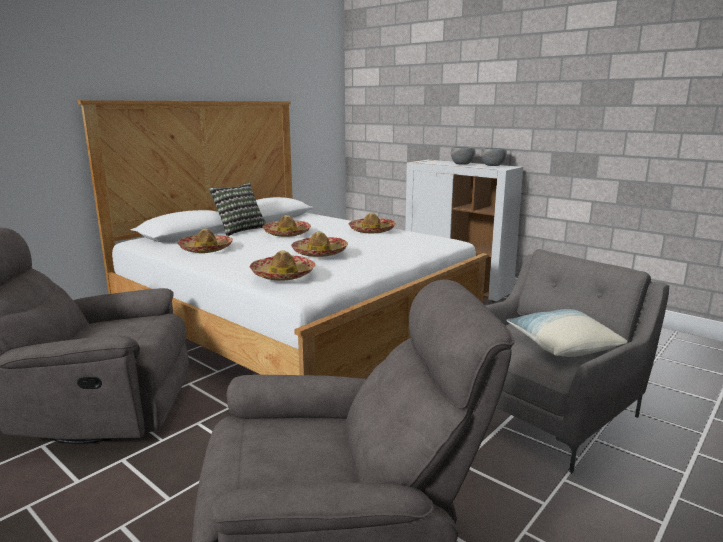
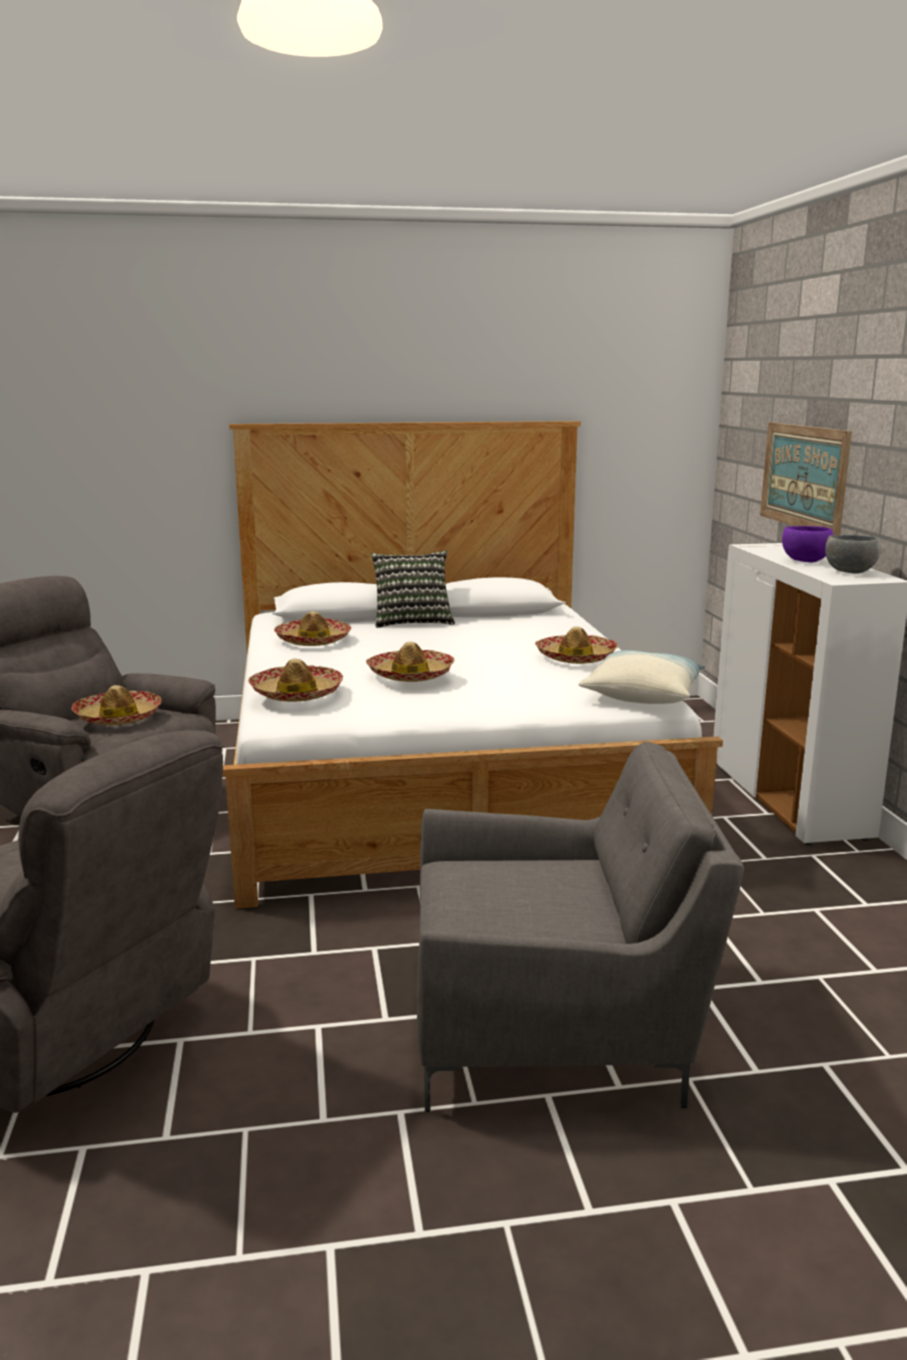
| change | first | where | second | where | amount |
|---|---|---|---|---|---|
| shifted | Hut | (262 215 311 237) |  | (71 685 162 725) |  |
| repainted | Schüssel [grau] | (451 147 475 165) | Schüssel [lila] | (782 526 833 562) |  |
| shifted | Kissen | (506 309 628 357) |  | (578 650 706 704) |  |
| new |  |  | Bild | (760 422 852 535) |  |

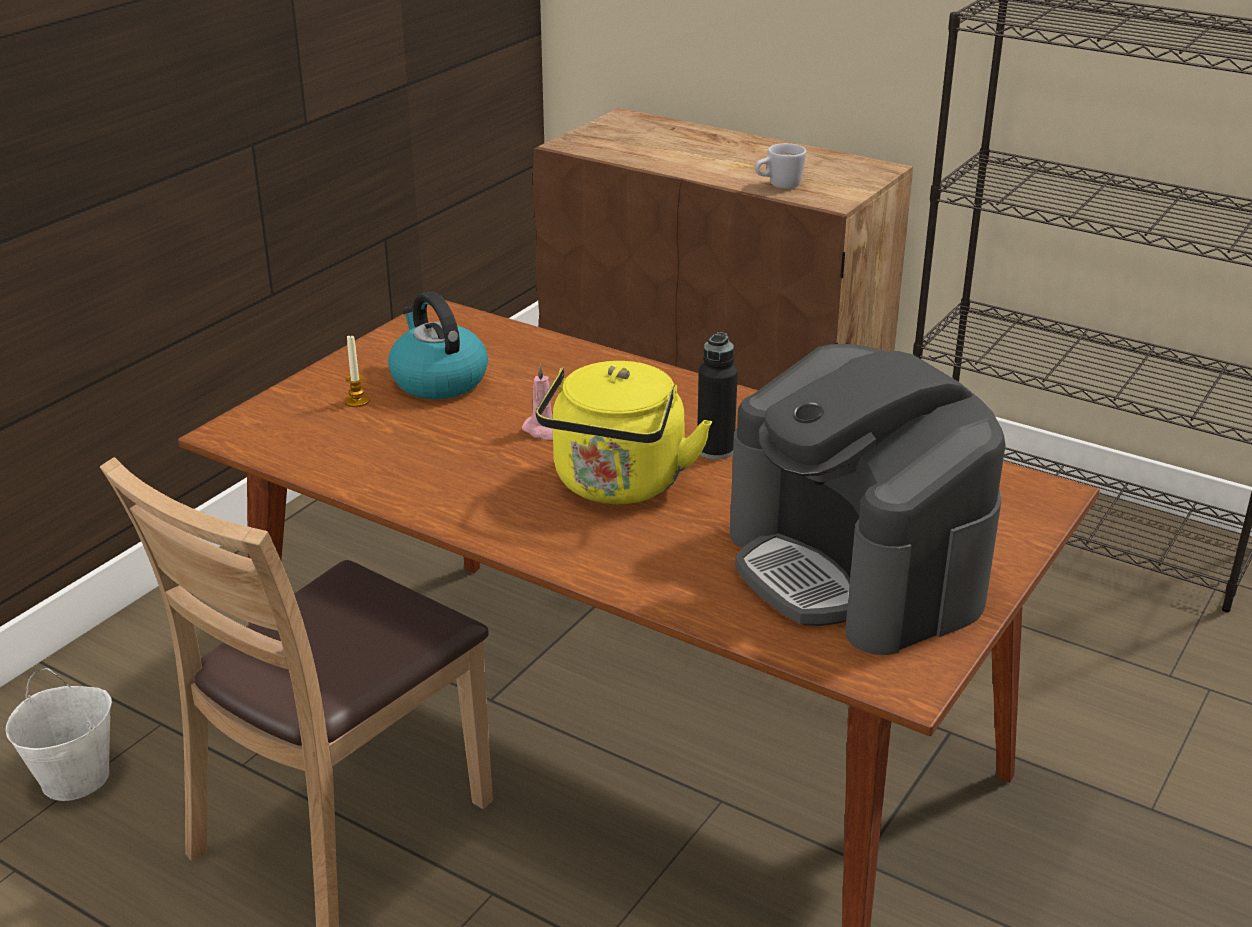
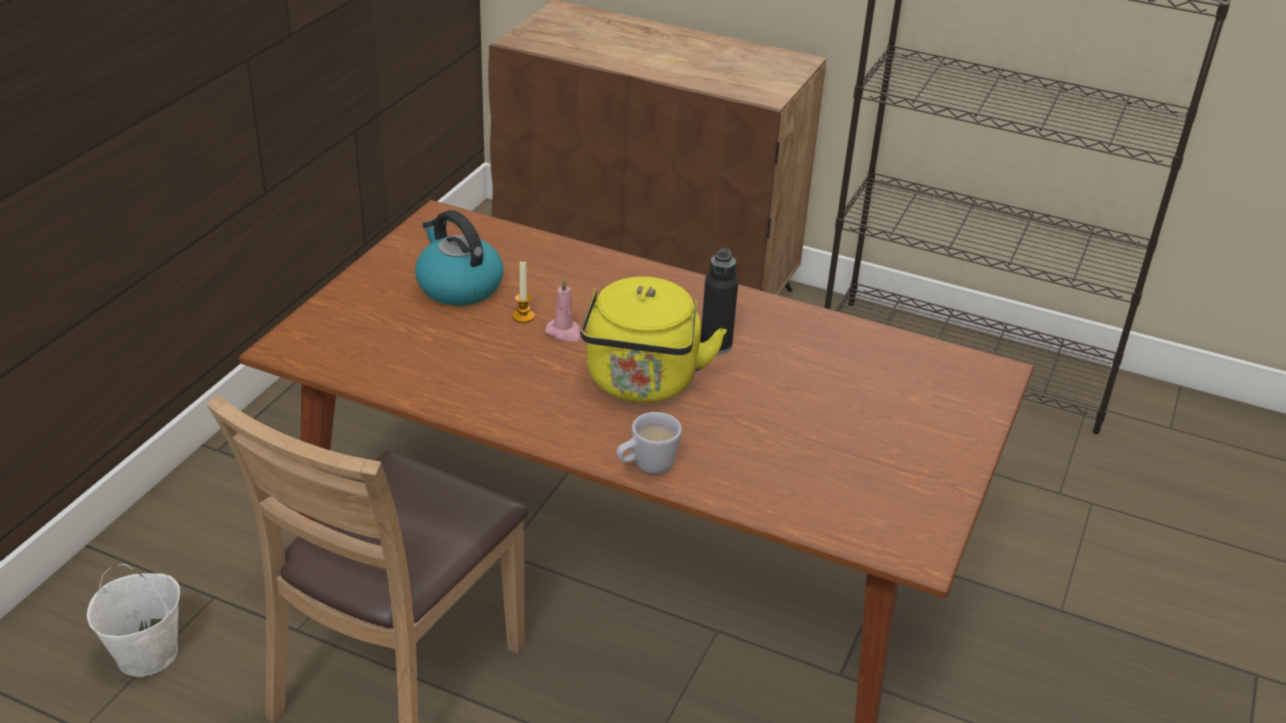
| change | first | where | second | where | amount |
|---|---|---|---|---|---|
| shifted | Kerze | (344 334 370 407) |  | (512 261 535 323) |  |
| gone | Kaffeemaschine | (730 344 1006 655) |  |  |  |
| shifted | Henkelbecher [weiß] | (755 143 806 189) |  | (616 412 682 474) |  |

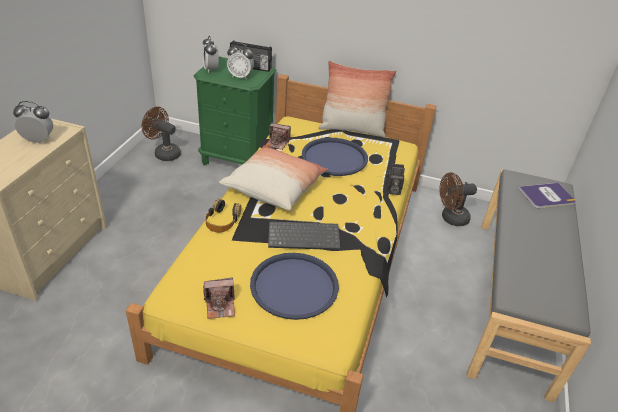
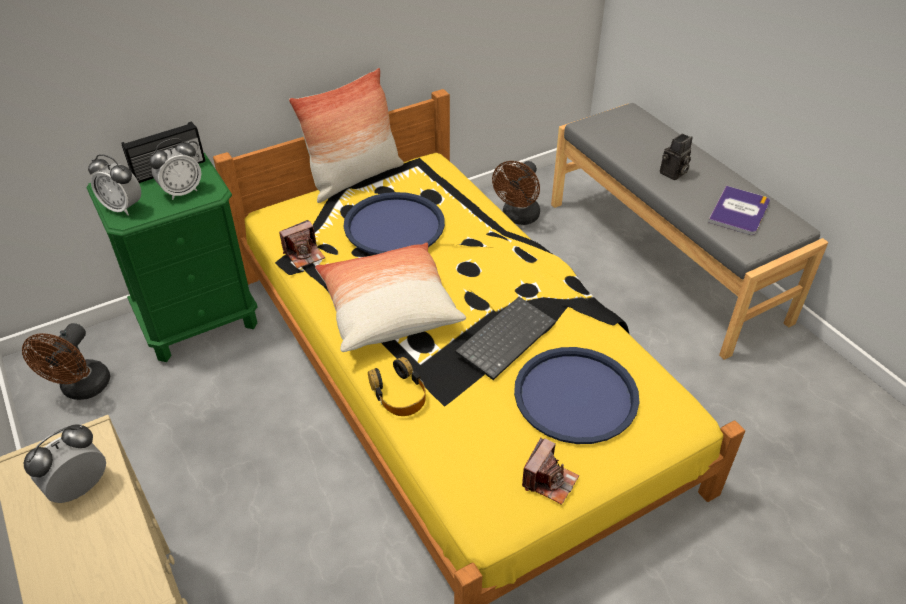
| change | first | where | second | where | amount |
|---|---|---|---|---|---|
| rotated | Ventilator [braun] | (142 107 181 161) |  | (22 323 110 400) | 60 degrees counterclockwise |
| shifted | Kamera | (386 164 405 195) |  | (660 134 693 180) |  |
| shifted | Buch | (519 183 576 209) |  | (708 186 770 235) |  |

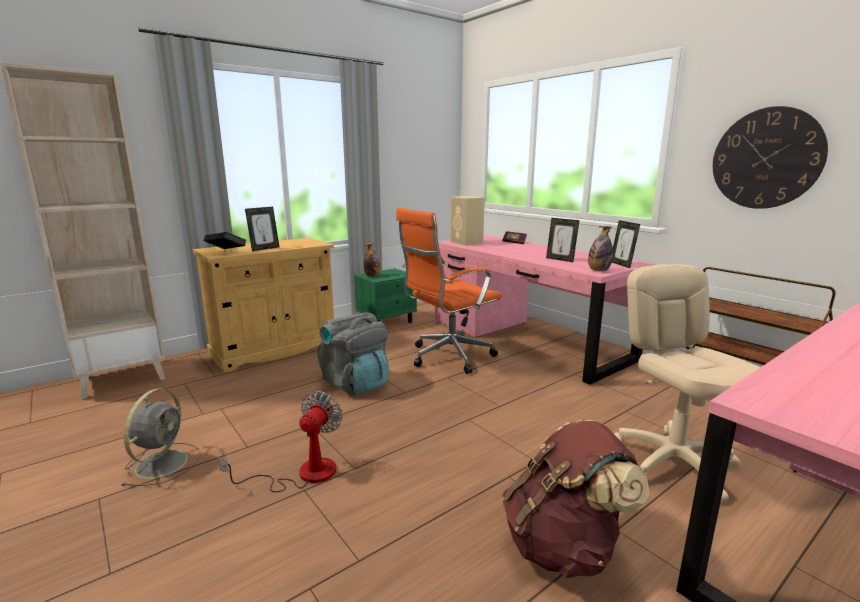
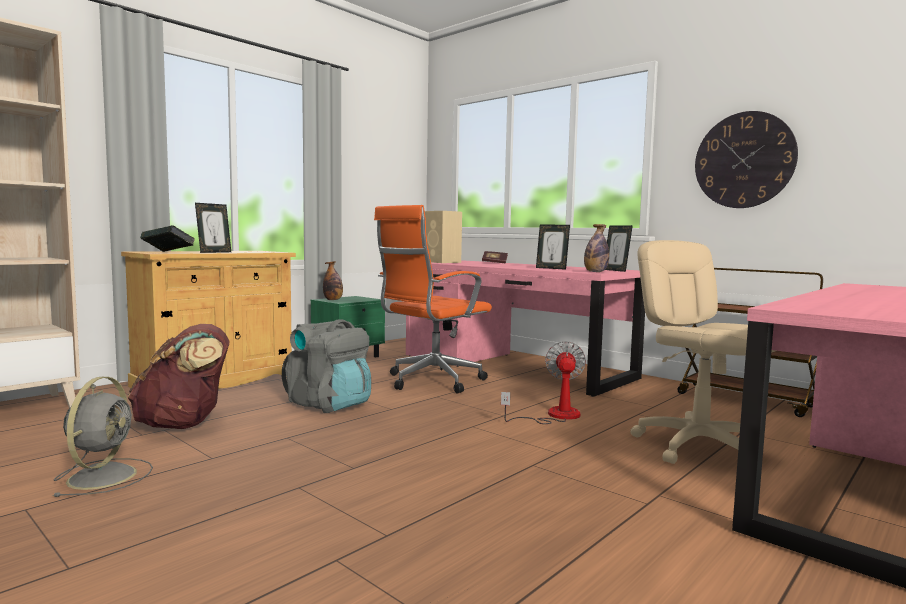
| change | first | where | second | where | amount |
|---|---|---|---|---|---|
| shifted | Ventilator | (218 391 343 492) |  | (501 341 586 424) |  |
| shifted | Rucksack [braun] | (502 420 650 578) |  | (128 324 230 429) |  |

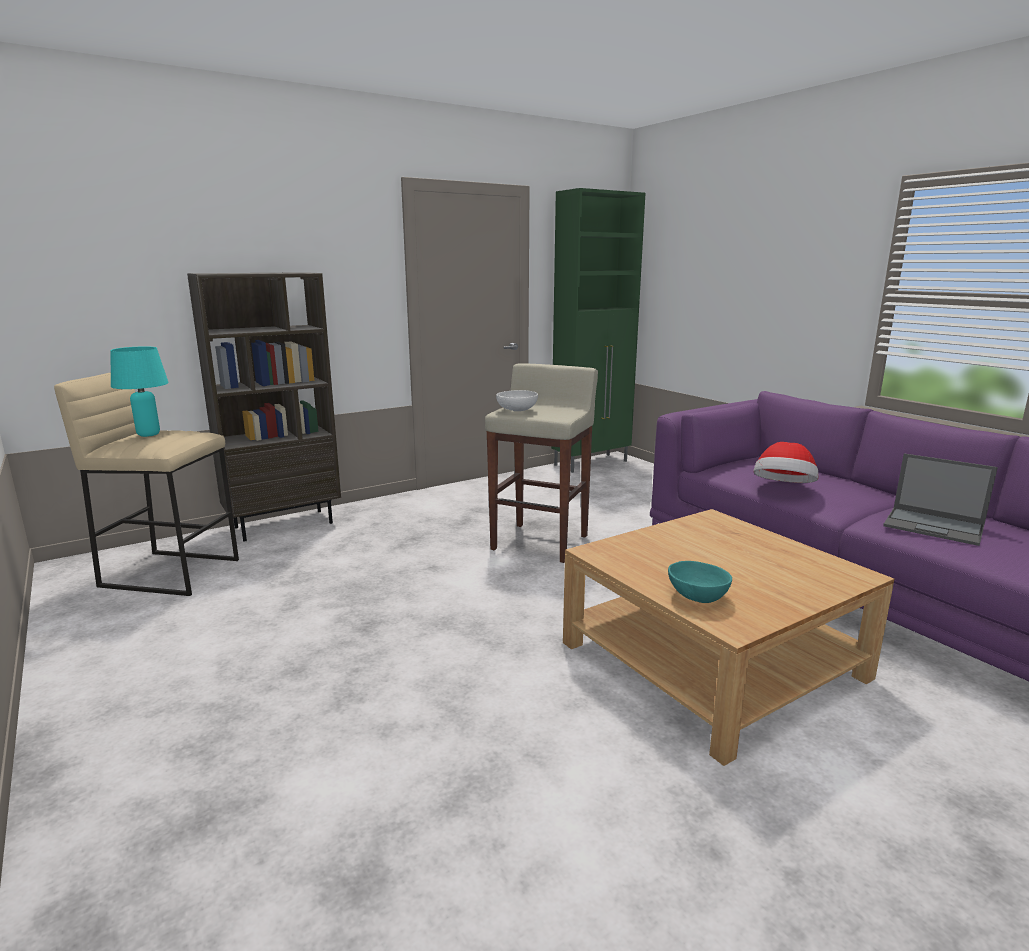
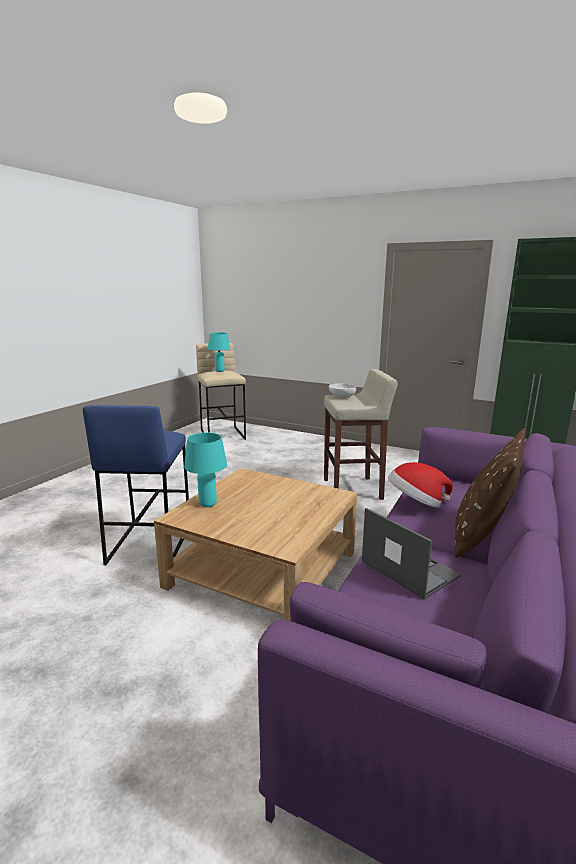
| change | first | where | second | where | amount |
|---|---|---|---|---|---|
| gone | Bücherregal [braun] | (187 272 341 542) |  |  |  |
| swapped | Schüssel [türkis] | (668 561 732 603) | Tischlampe [türkis] | (184 433 227 507) |  |
| rotated | Laptop | (883 453 998 546) |  | (362 508 461 600) | 135 degrees clockwise |
| new |  |  | Hocker [blau] | (83 405 189 565) |  |
| new |  |  | Kissen [braun] | (455 428 526 558) |  |

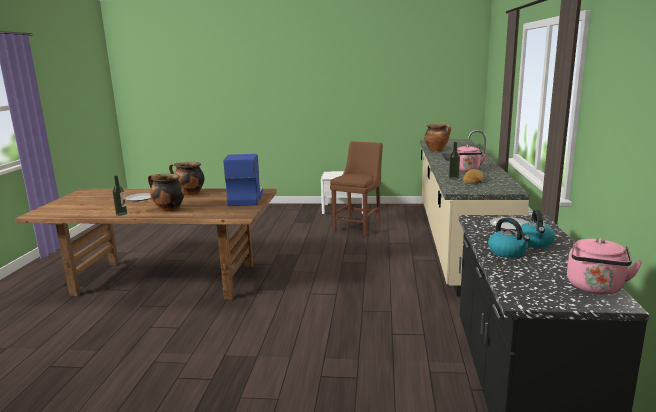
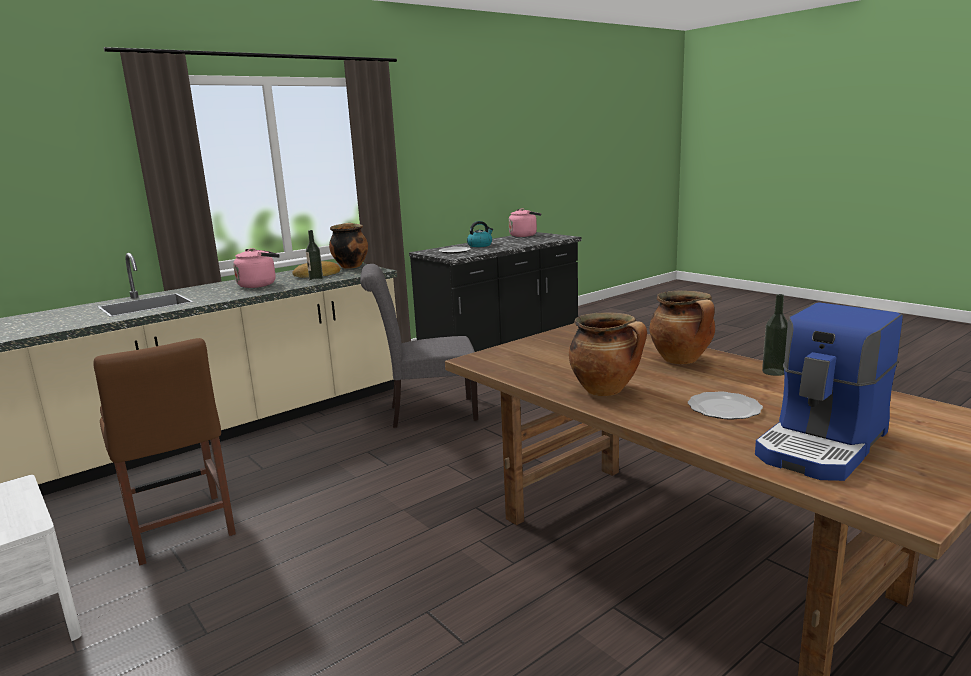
| change | first | where | second | where | amount |
|---|---|---|---|---|---|
| shifted | Kaffeemaschine | (223 154 263 206) |  | (755 302 903 481) |  |
| rotated | Stuhl [braun] | (330 141 383 236) |  | (93 338 236 566) | 105 degrees counterclockwise |
| shifted | Kochtopf | (424 124 451 151) |  | (329 223 368 269) |  |
| gone | Wasserkessel | (488 218 530 258) |  |  |  |
| new |  |  | Stuhl [grau] | (360 264 478 428) |  |

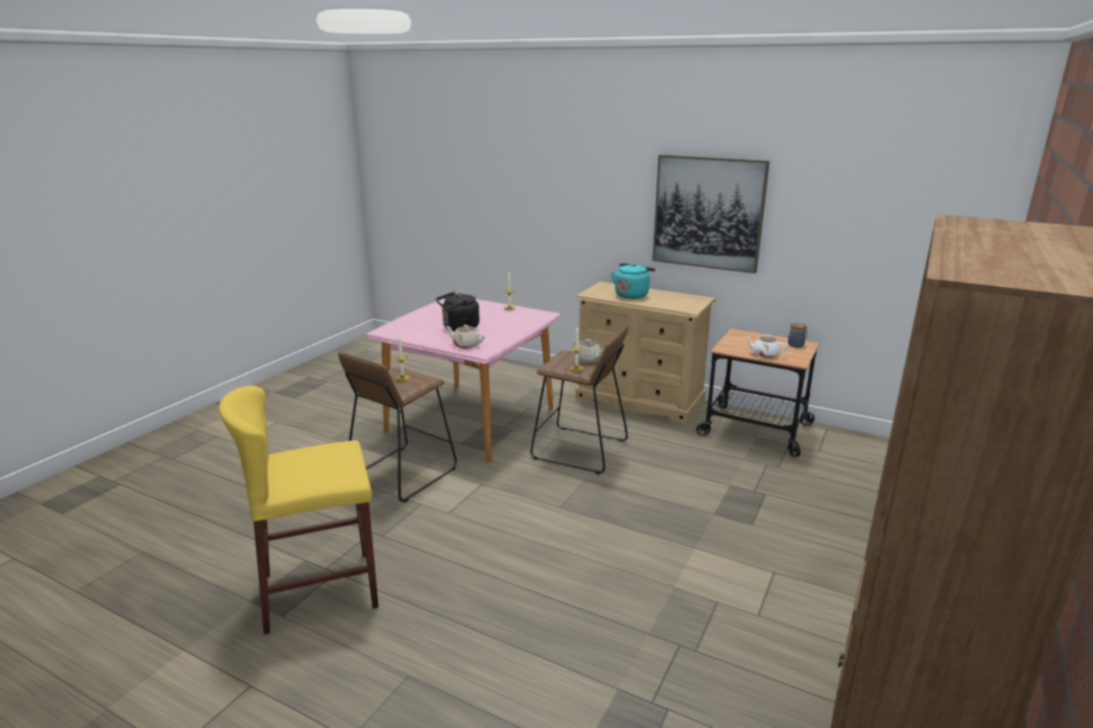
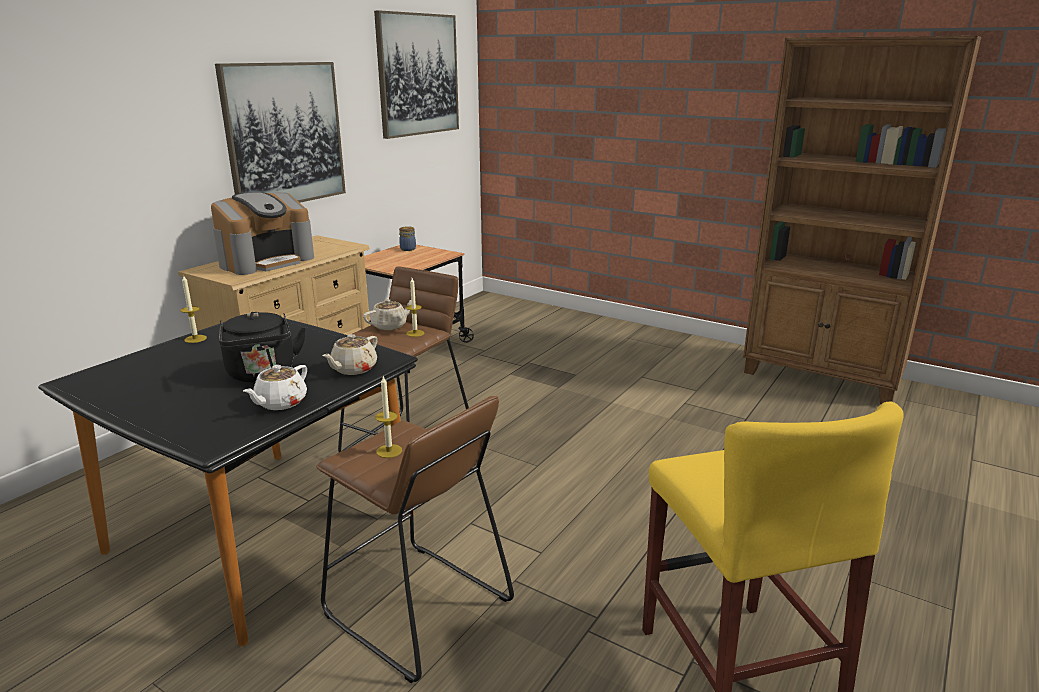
| change | first | where | second | where | amount |
|---|---|---|---|---|---|
| repainted | Esstisch [rosa] | (366 298 561 462) | Esstisch [schwarz] | (38 312 418 646) |  |
| swapped | Wasserkessel [türkis] | (611 263 655 299) | Kaffeemaschine | (211 192 314 275) |  |
| shifted | Teekanne [weiß] | (745 335 788 358) |  | (243 365 307 410) |  |
| new |  |  | Bild | (374 11 459 139) |  |

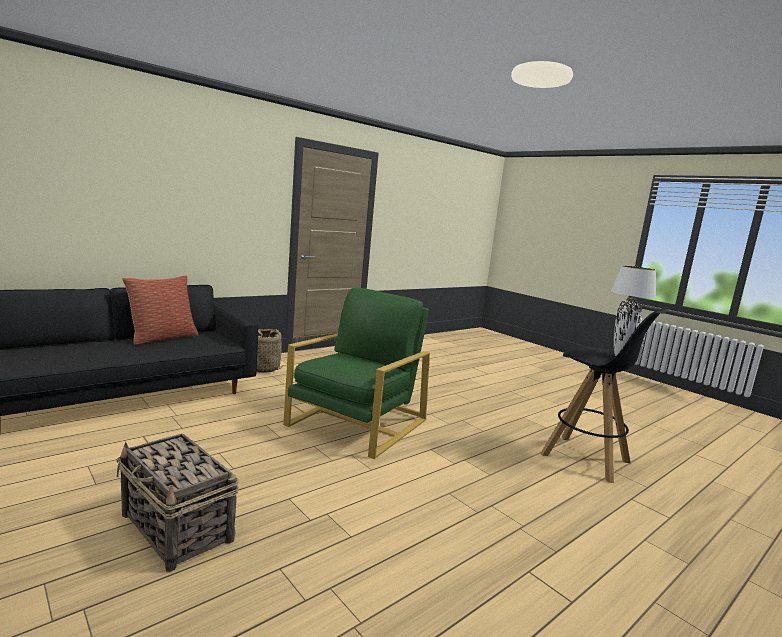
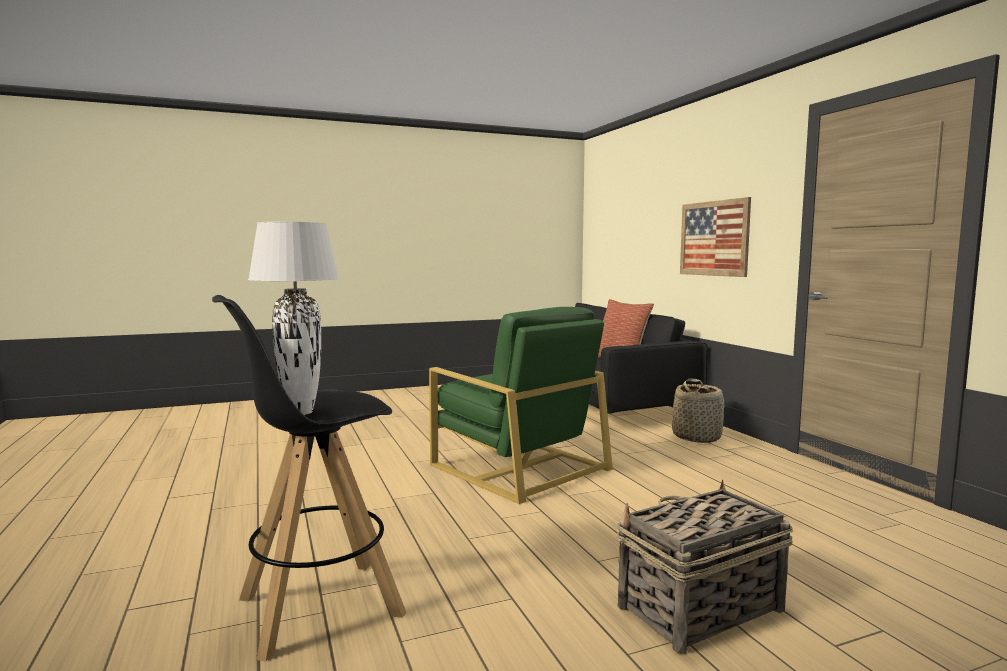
| change | first | where | second | where | amount |
|---|---|---|---|---|---|
| shifted | Korb | (116 433 239 572) |  | (617 480 793 654) |  |
| new |  |  | Bild | (680 197 751 277) |  |

